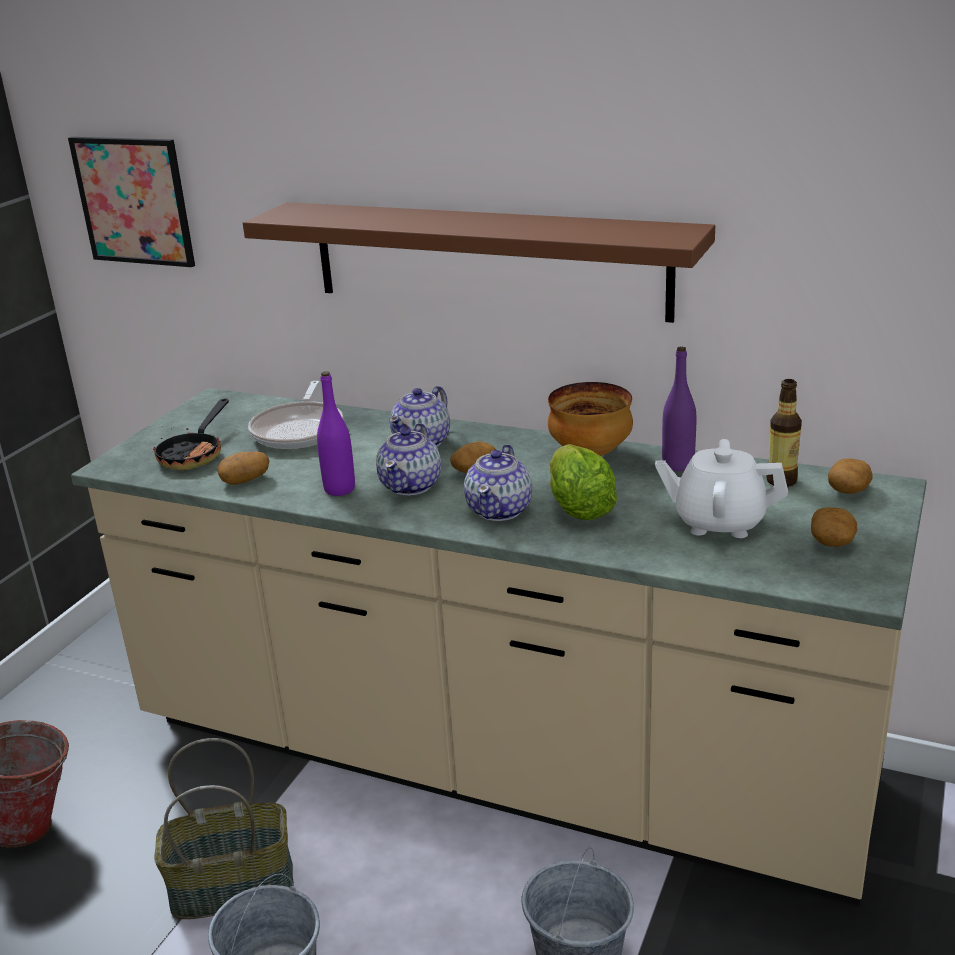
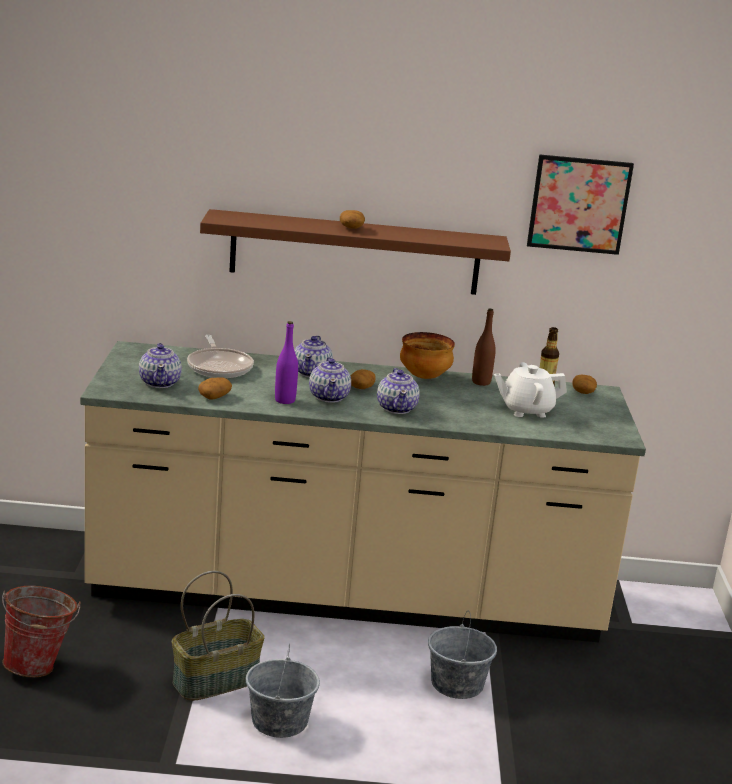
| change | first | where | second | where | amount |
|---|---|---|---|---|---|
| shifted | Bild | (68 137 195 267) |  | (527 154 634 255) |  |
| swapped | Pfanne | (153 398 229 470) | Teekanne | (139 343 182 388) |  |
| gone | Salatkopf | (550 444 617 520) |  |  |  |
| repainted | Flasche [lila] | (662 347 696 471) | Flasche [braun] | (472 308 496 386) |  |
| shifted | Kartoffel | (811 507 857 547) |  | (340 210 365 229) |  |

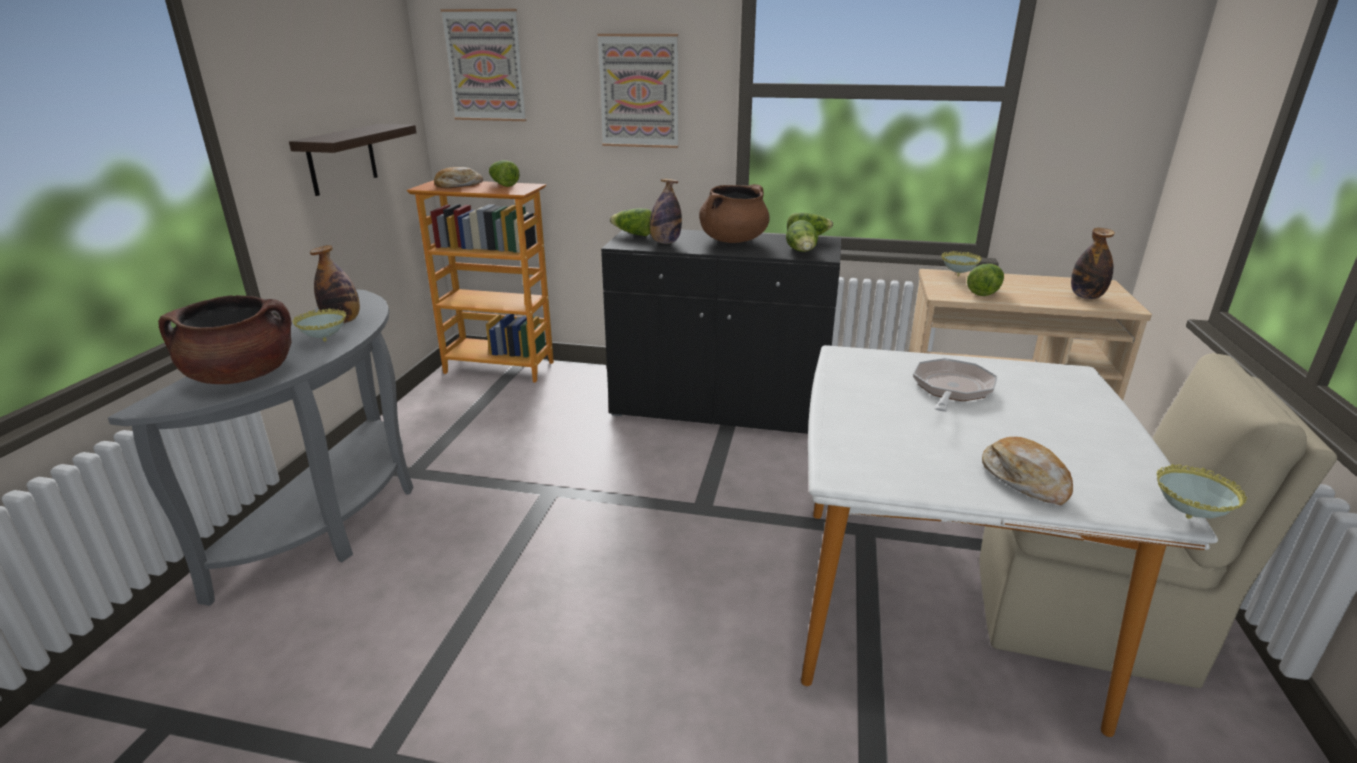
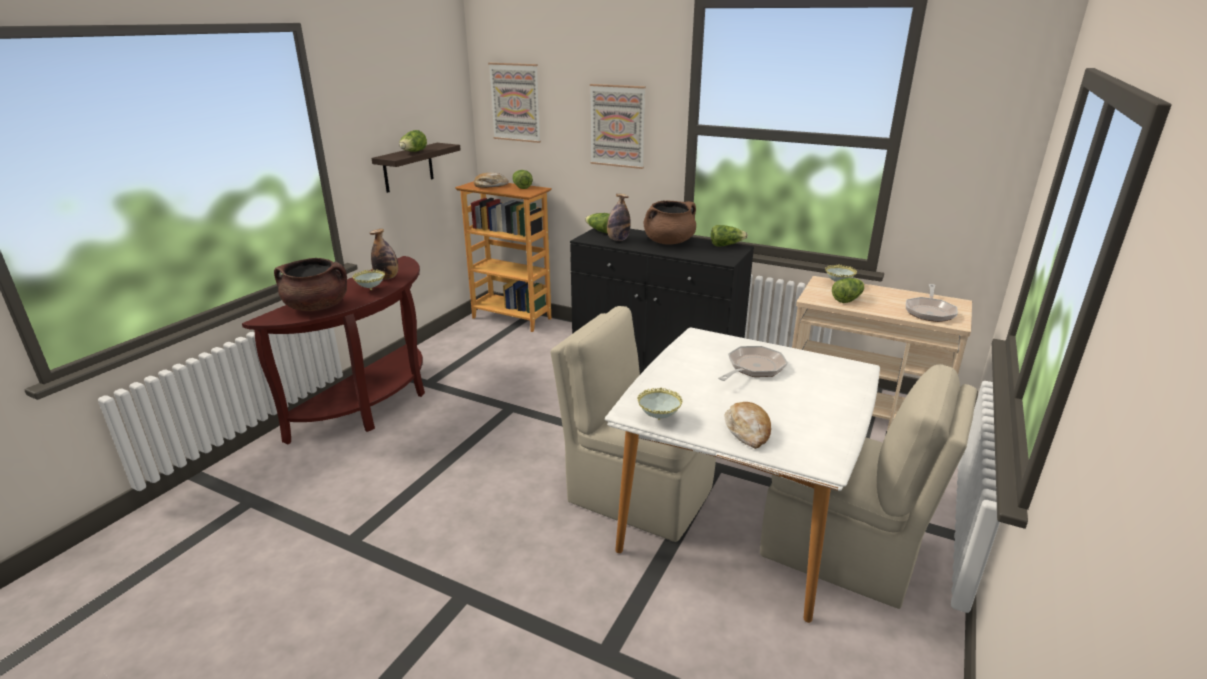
| change | first | where | second | where | amount |
|---|---|---|---|---|---|
| repainted | Konsolentisch [grau] | (108 289 413 606) | Konsolentisch [braun] | (242 256 425 444) |  |
| shifted | Salatkopf | (786 220 818 252) |  | (399 130 427 152) |  |
| swapped | Flasche | (1071 228 1115 299) | Pfanne | (906 284 958 322) |  |
| shifted | Schüssel | (1157 464 1247 519) |  | (637 388 683 420) |  |
| new |  |  | Stuhl [beige] | (550 306 716 542) |  |

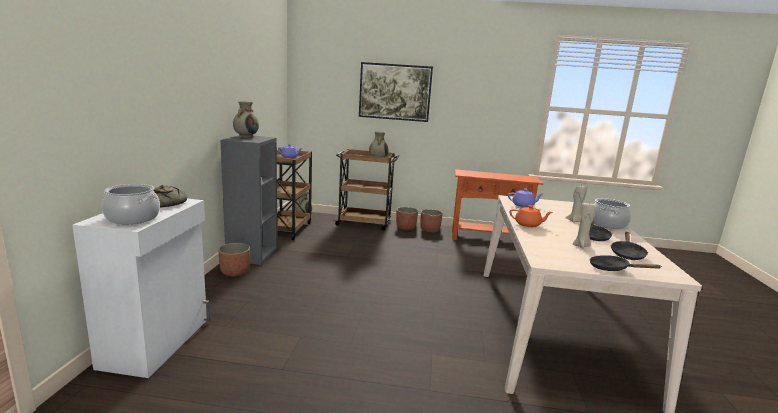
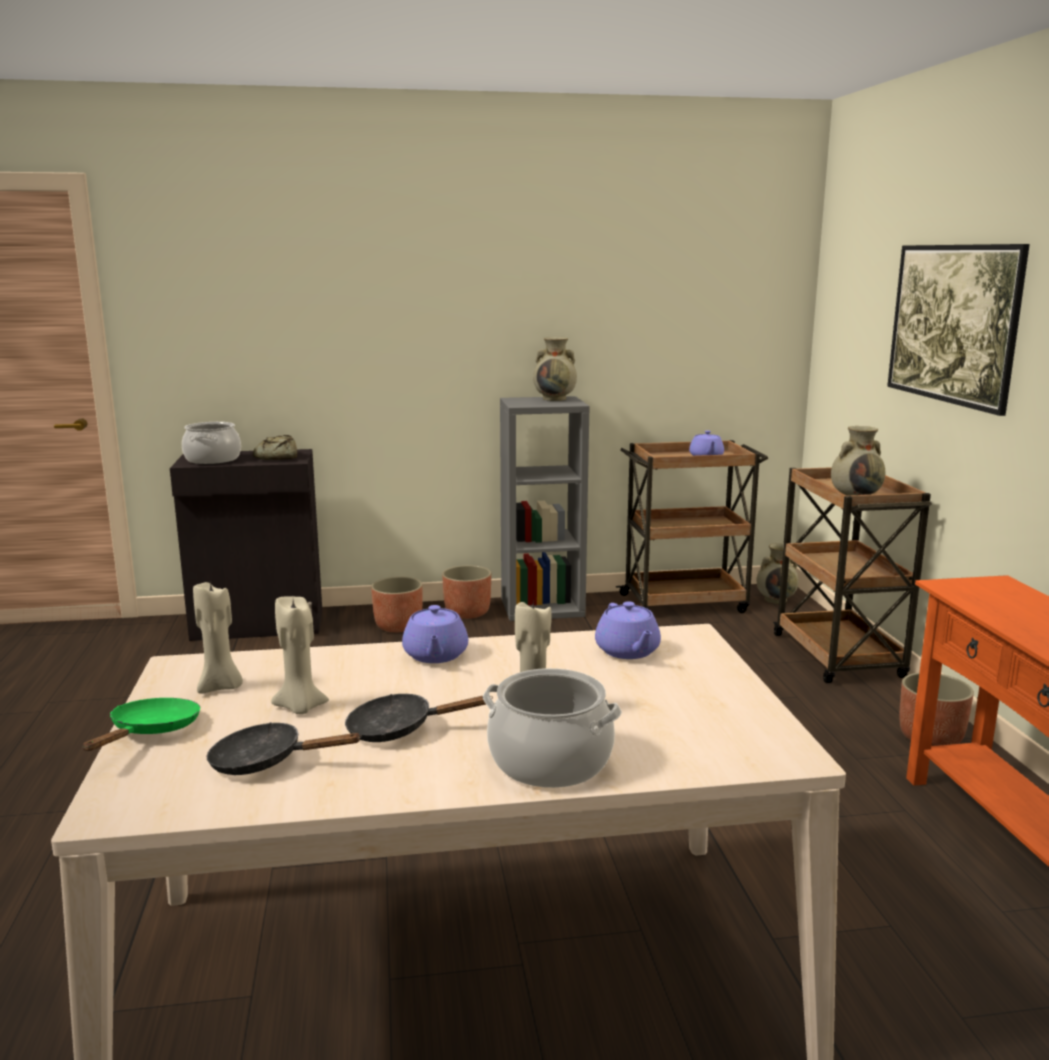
| change | first | where | second | where | amount |
|---|---|---|---|---|---|
| repainted | Schrank [weiß] | (72 199 210 378) | Schrank [schwarz] | (170 449 322 641) |  |
| shifted | Pflanzkübel | (396 207 418 230) |  | (371 577 423 632) |  |
| repainted | Teekanne [orange] | (509 205 553 227) | Teekanne [lila] | (402 605 468 663) |  |
| repainted | Pfanne [schwarz] | (590 255 660 271) | Pfanne [grün] | (82 698 201 751) |  |
| new |  |  | Kerze [beige] | (193 581 243 694) |  |

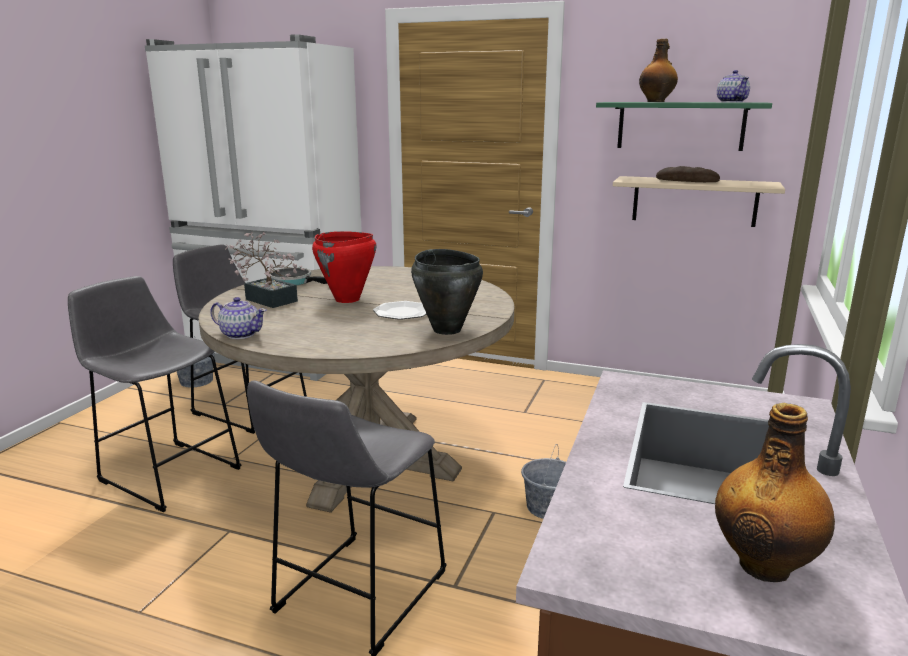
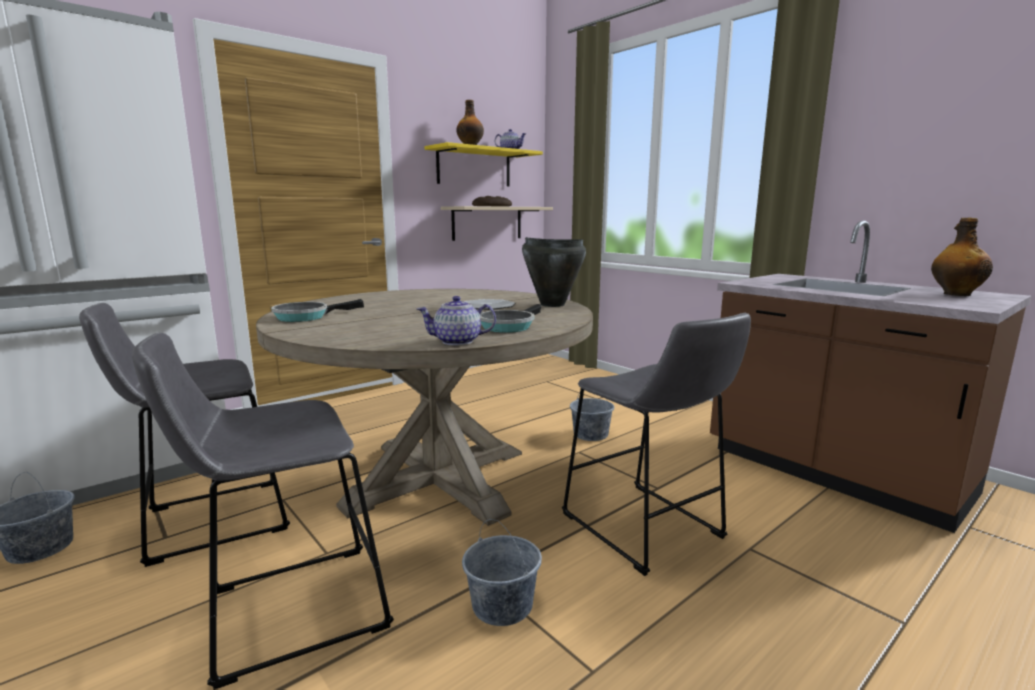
| change | first | where | second | where | amount |
|---|---|---|---|---|---|
| rotated | Teekanne | (210 297 266 339) |  | (417 296 496 345) | 150 degrees counterclockwise |
| gone | Topfpflanze | (225 232 305 308) |  |  |  |
| gone | Kochtopf [rot] | (312 231 376 303) |  |  |  |
| repainted | Wandregal [grün] | (596 102 772 151) | Wandregal [gelb] | (424 142 543 186) |  |
| new |  |  | Eimer [grau] | (462 519 542 626) |  |
| new |  |  | Pfanne | (480 304 541 333) |  |

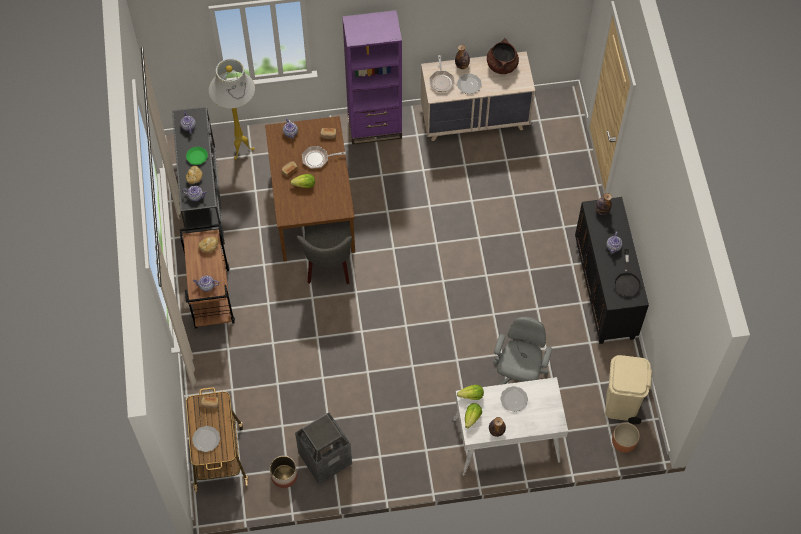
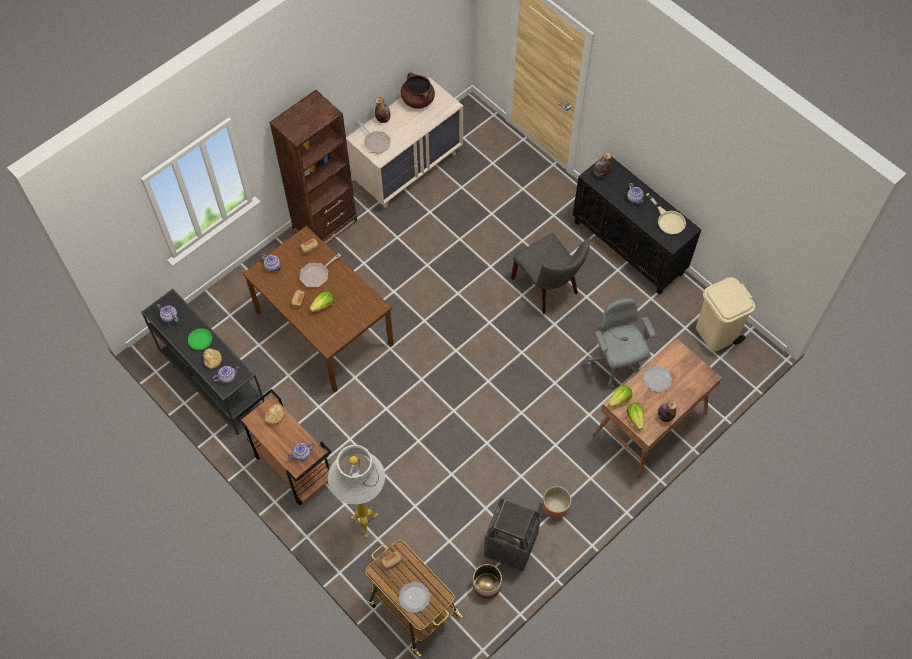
| change | first | where | second | where | amount |
|---|---|---|---|---|---|
| shifted | Stehlampe [weiß] | (209 58 255 160) |  | (328 445 385 538) |  |
| shifted | Stuhl [grau] | (297 221 352 284) |  | (511 233 590 314) |  |
| repainted | Bücherregal [lila] | (342 10 402 145) | Bücherregal [braun] | (269 90 357 244) |  |
| repainted | Schreibtisch [weiß] | (453 377 568 476) | Schreibtisch [braun] | (592 338 722 479) |  |
| gone | Teller | (457 74 482 94) |  |  |  |
| shifted | Pflanzkübel [braun] | (612 423 640 453) |  | (543 486 571 518) |  |
| repainted | Pfanne [schwarz] | (614 249 641 296) | Pfanne [beige] | (646 193 686 235) |  |

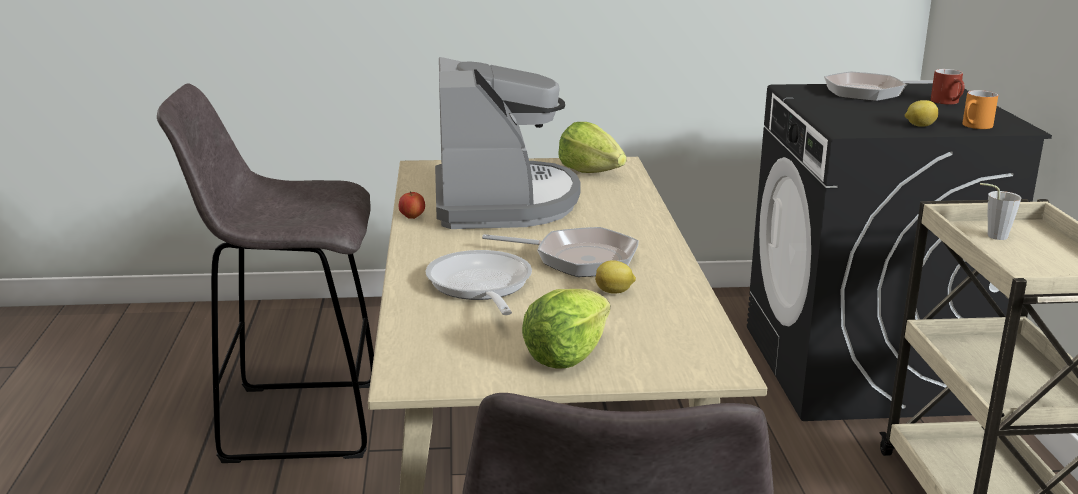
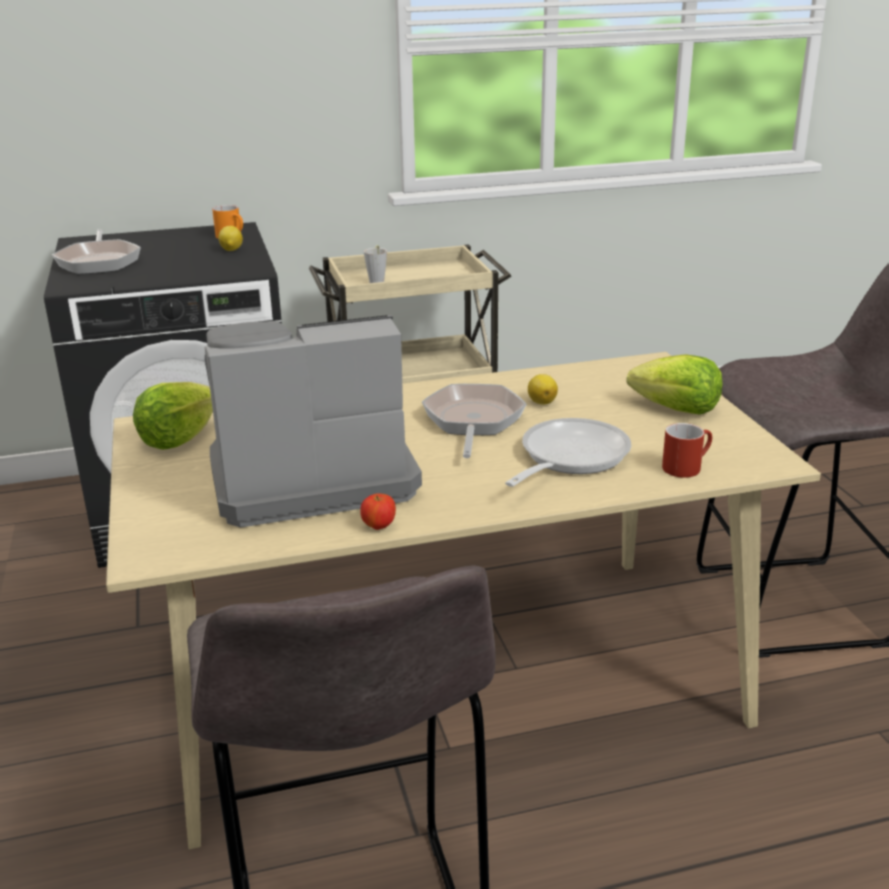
| change | first | where | second | where | amount |
|---|---|---|---|---|---|
| rotated | Pfanne | (426 250 532 315) |  | (505 418 631 487) | 150 degrees clockwise |
| shifted | Henkelbecher [rot] | (931 69 965 105) |  | (662 423 712 478) |  |

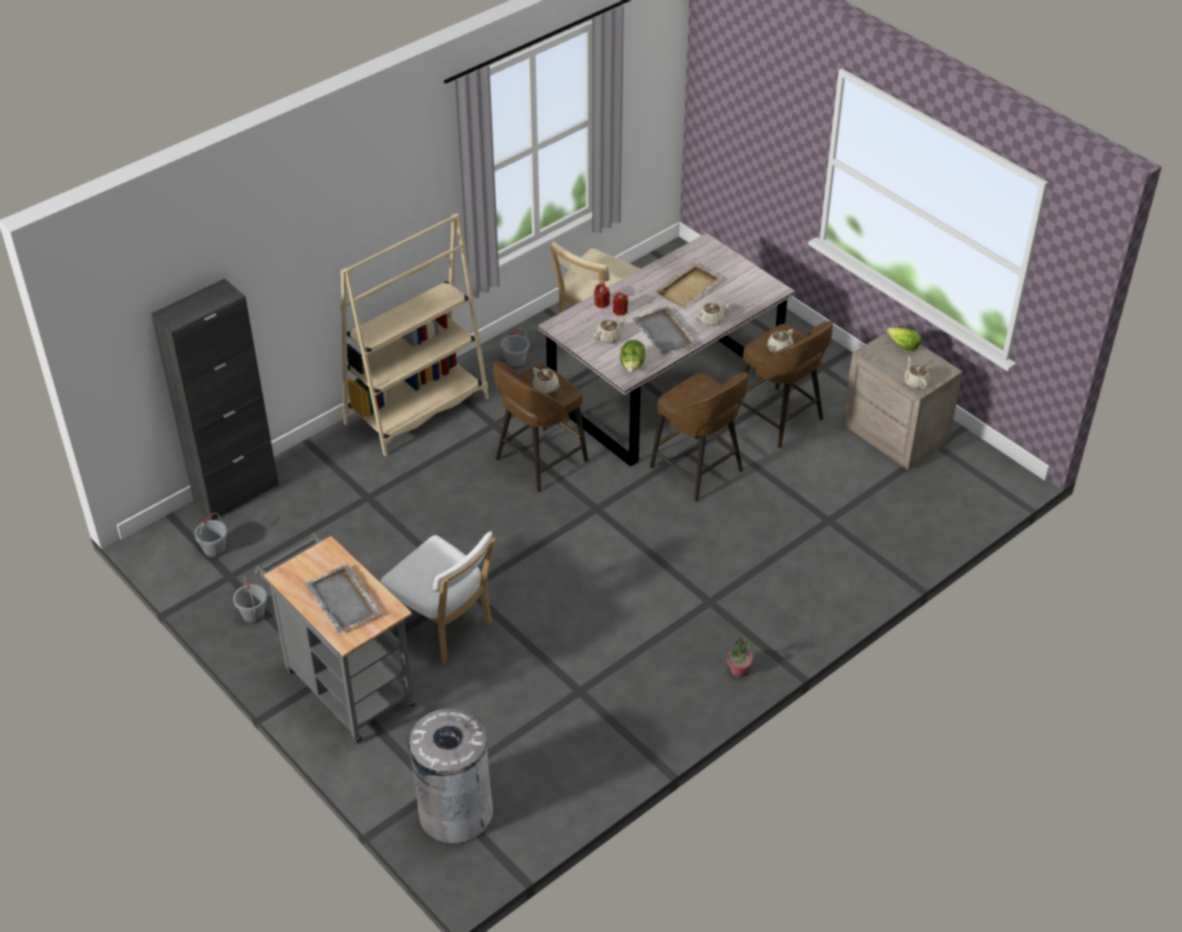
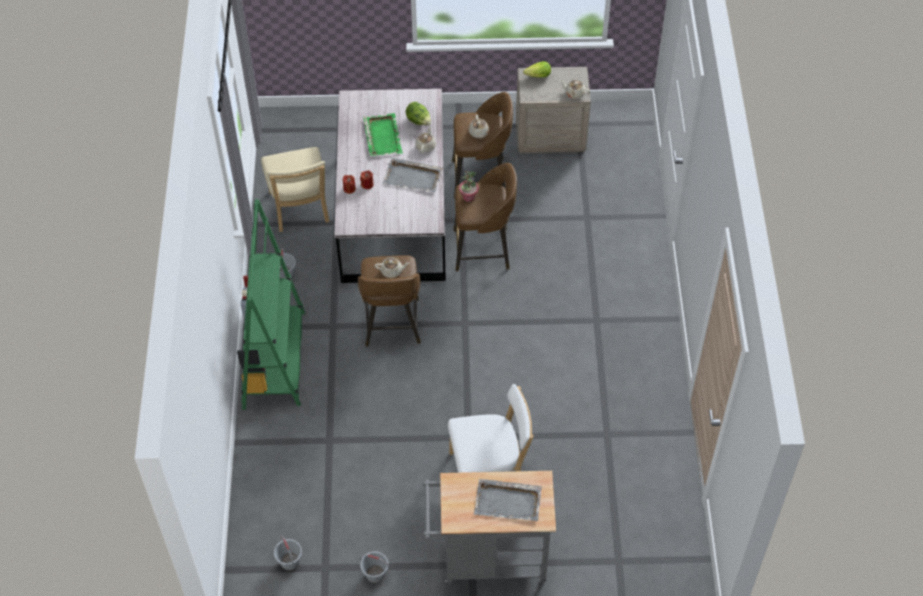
| change | first | where | second | where | amount |
|---|---|---|---|---|---|
| gone | Schrank [schwarz] | (151 278 279 520) |  |  |  |
| repainted | Bücherregal [beige] | (341 213 489 456) | Bücherregal [grün] | (237 199 305 410) |  |
| gone | Mülleimer [grau] | (408 708 493 843) |  |  |  |
| gone | Teekanne [beige] | (593 316 626 343) |  |  |  |
| shifted | Salatkopf | (620 340 646 372) |  | (406 102 431 125) |  |
| repainted | Tablett [beige] | (654 262 723 310) | Tablett [grün] | (363 113 403 156) |  |
| shifted | Topfpflanze | (727 636 754 677) |  | (459 171 478 202) |  |

